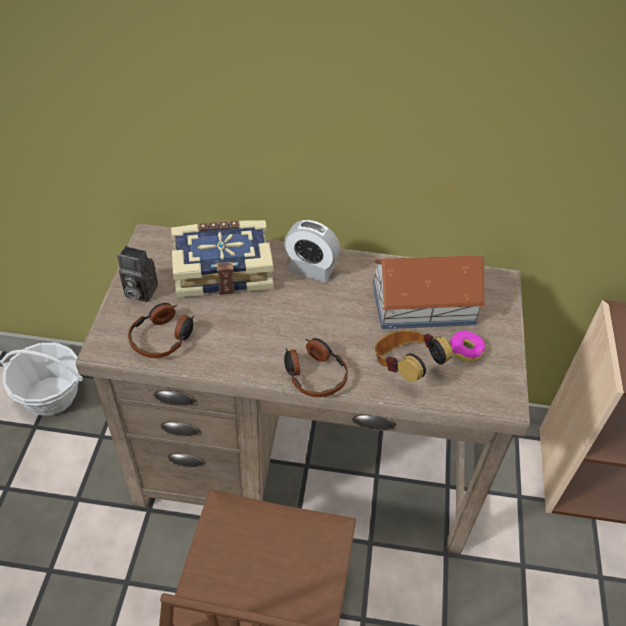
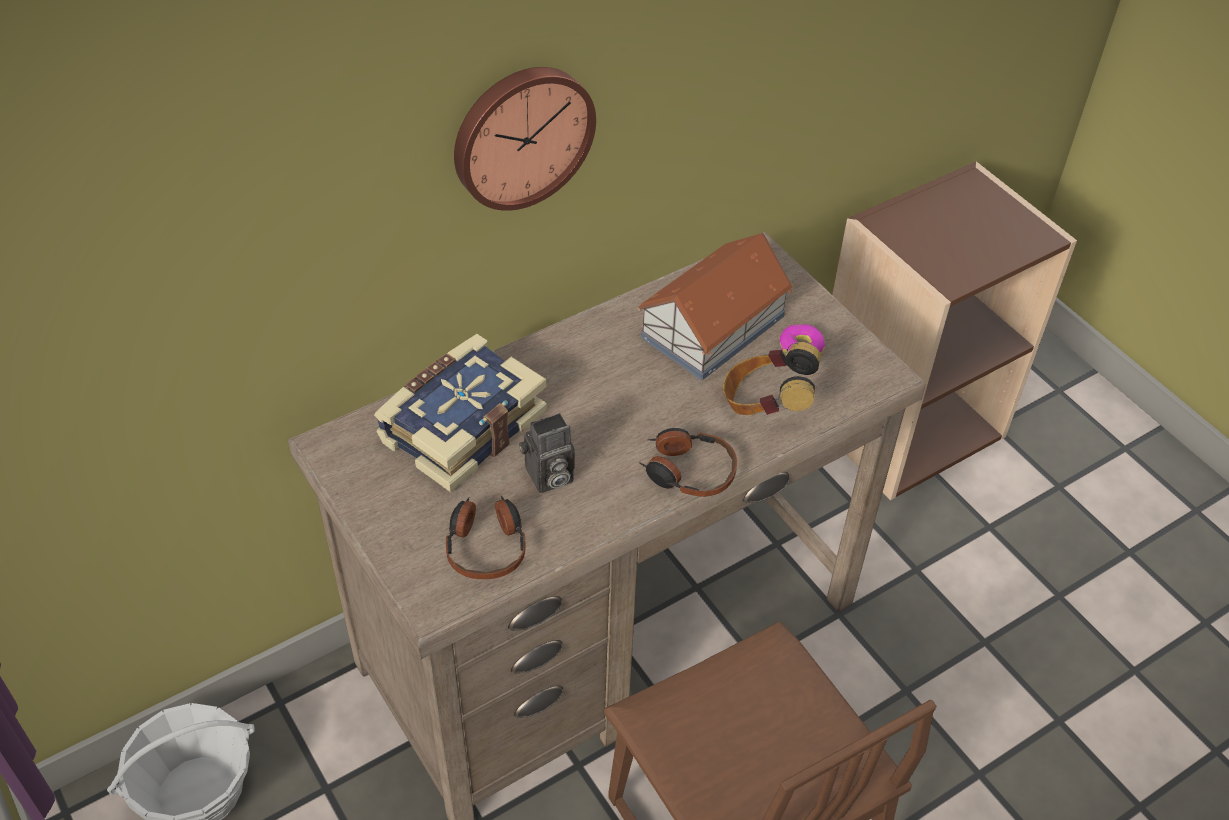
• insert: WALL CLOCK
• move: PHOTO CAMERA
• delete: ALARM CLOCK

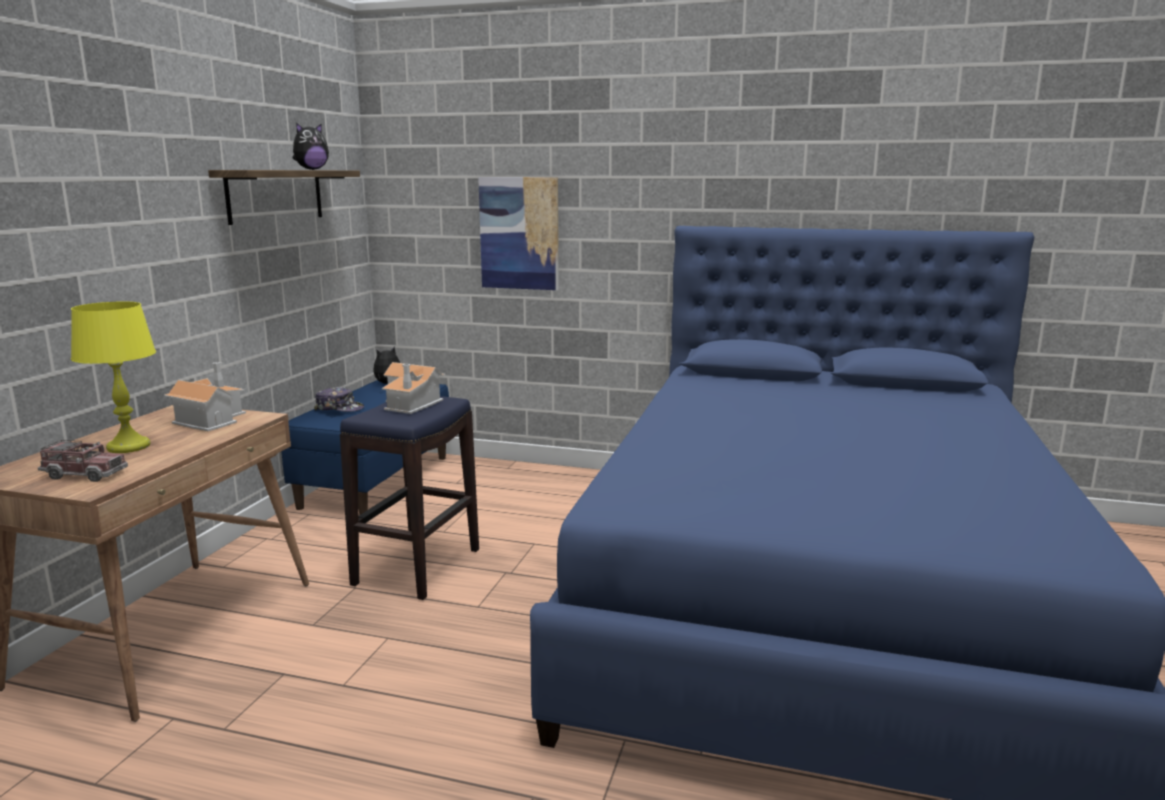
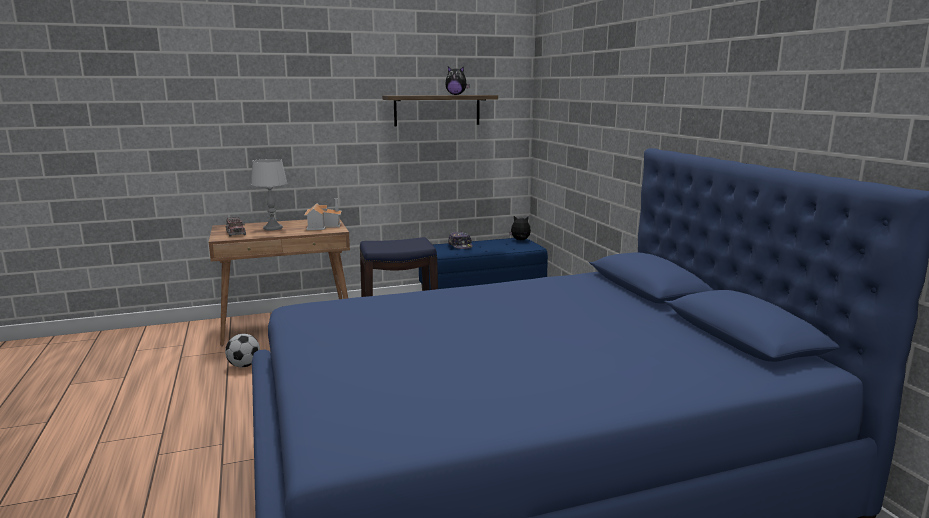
• insert: FOOTBALL
• recolor: YELLOW TABLE LAMP to GREY TABLE LAMP
• delete: TOY HOUSE (2nd from left)
• delete: PICTURE

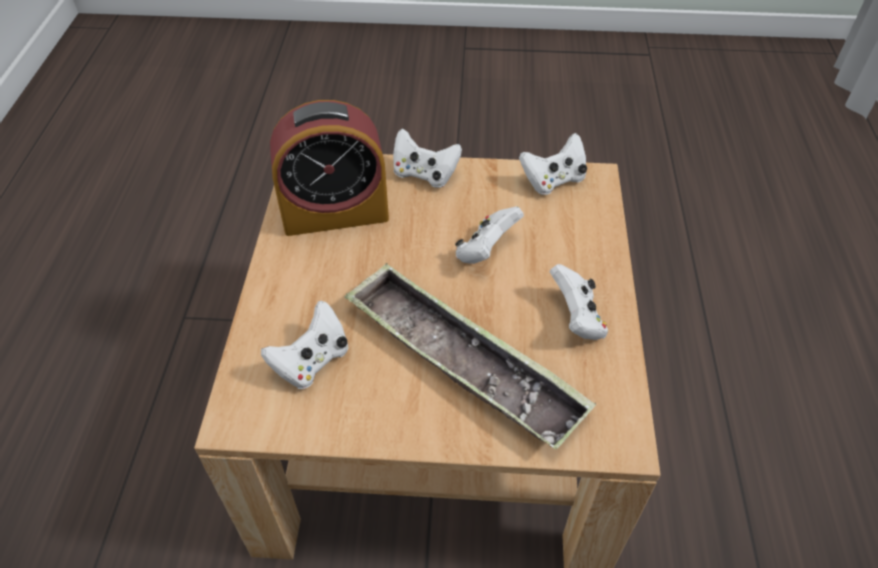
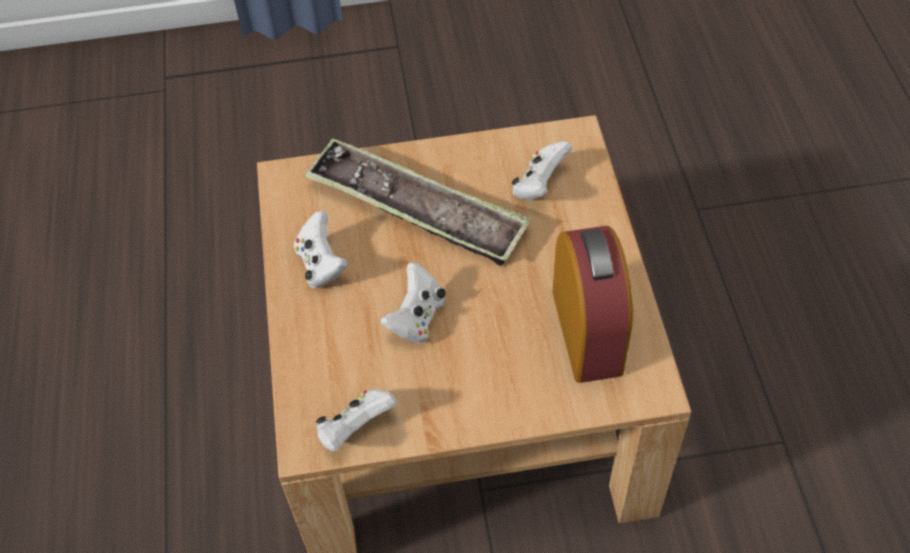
• rotate: ALARM CLOCK 105 degrees clockwise
• delete: WHITE GAME CONTROLLER (2nd from left)

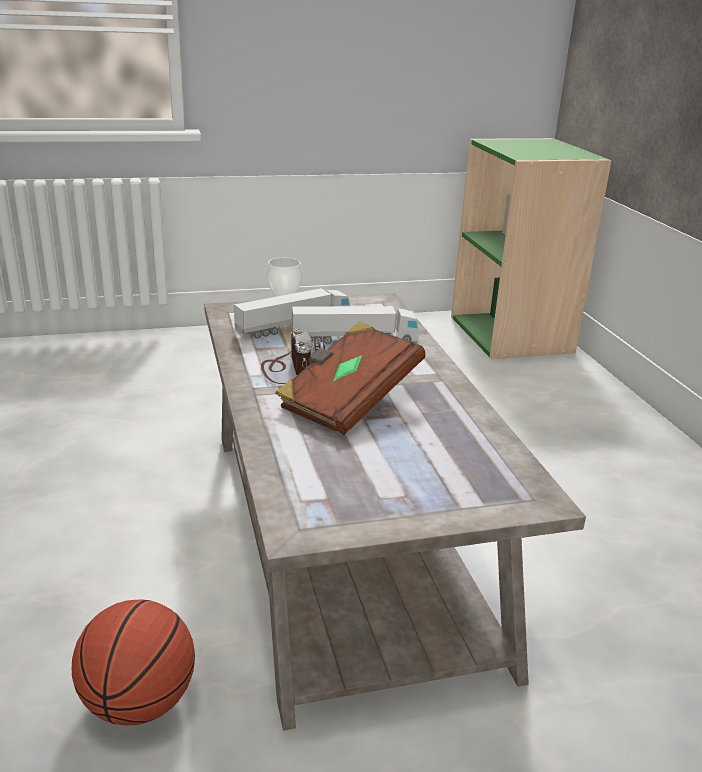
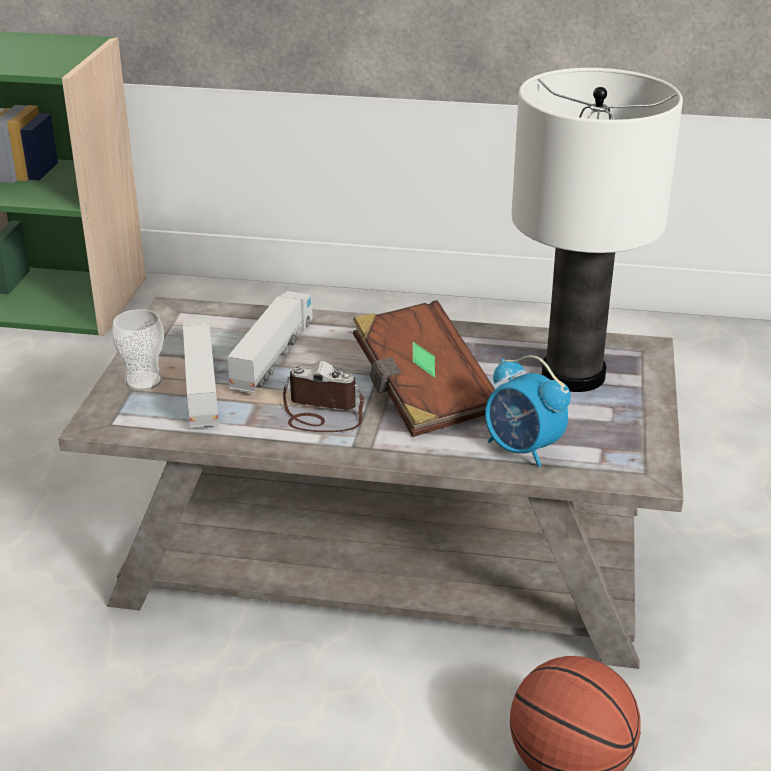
• insert: ALARM CLOCK
• insert: WHITE TABLE LAMP

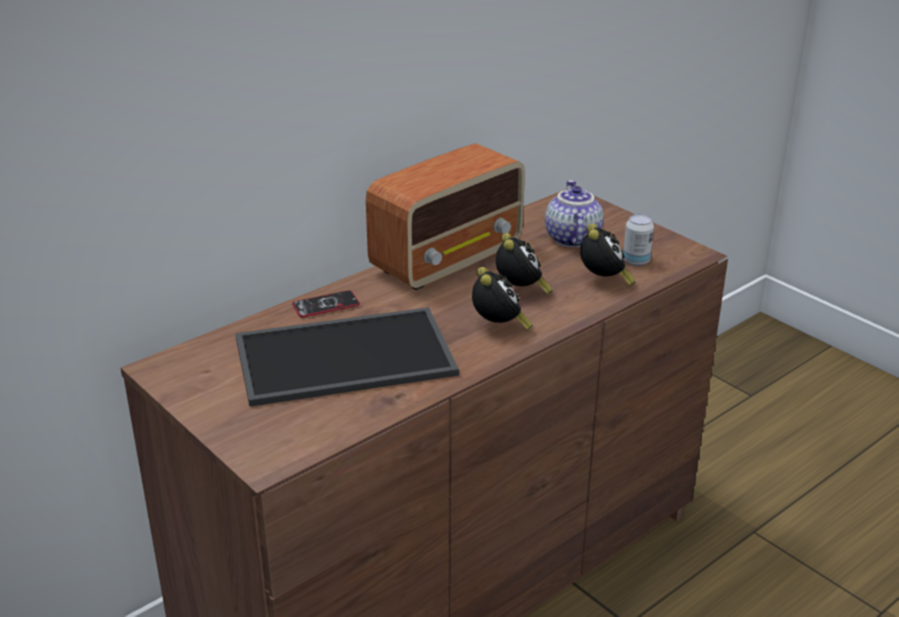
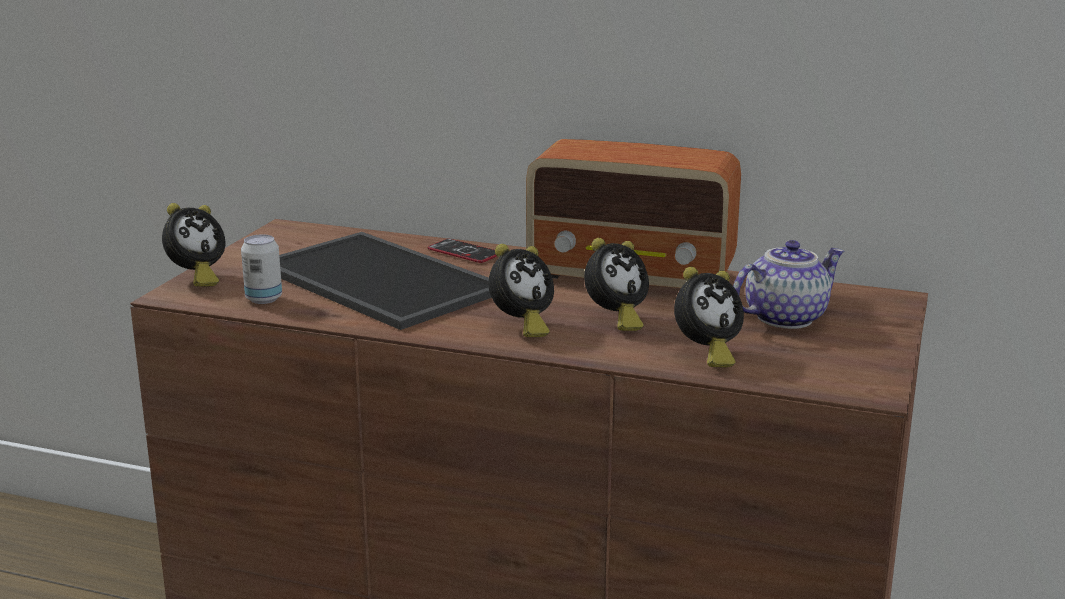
• insert: ALARM CLOCK (1st from left)
• move: CAN

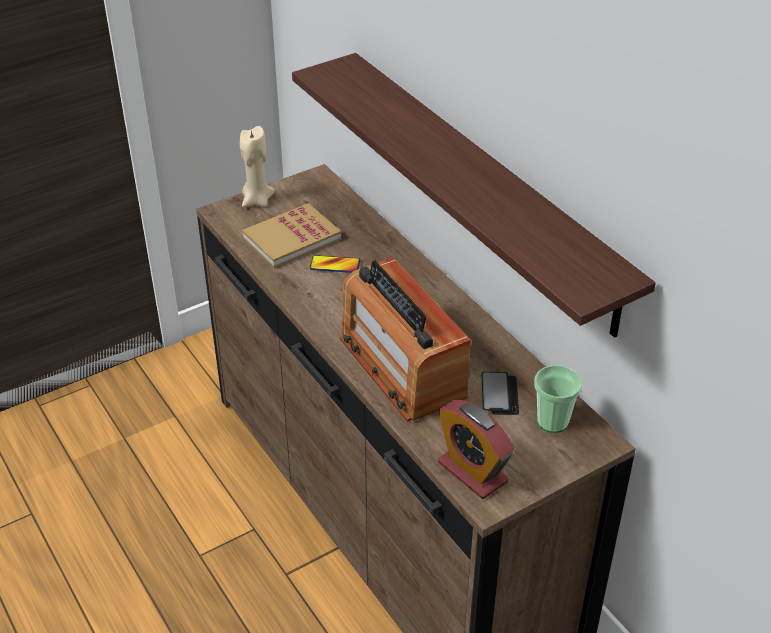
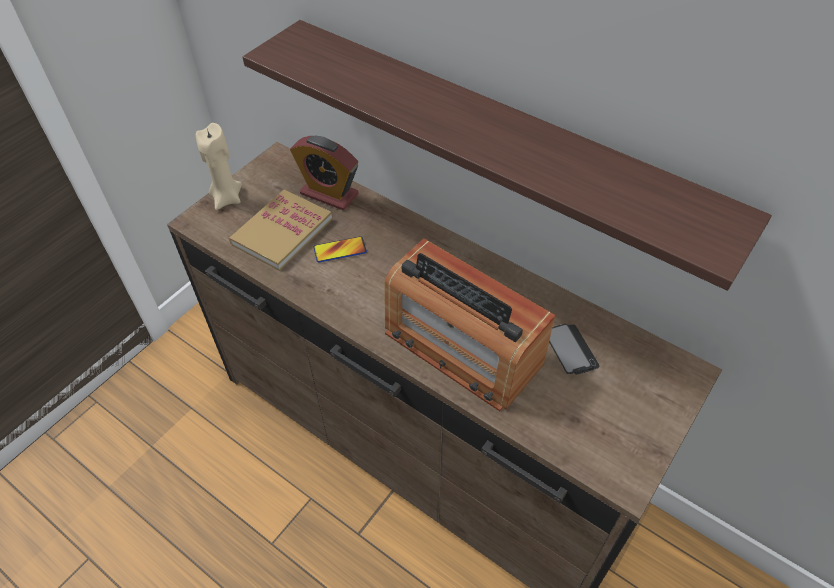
• move: ALARM CLOCK
• delete: CUP

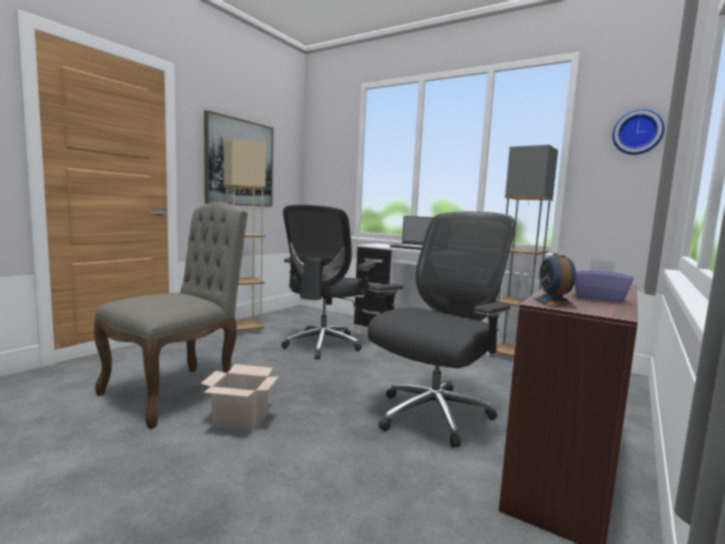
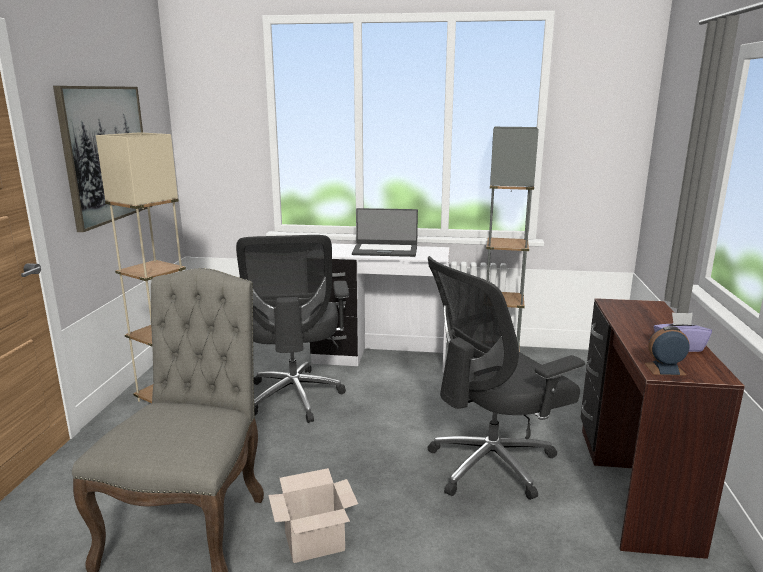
• rotate: OFFICE CHAIR (2nd from left) 135 degrees counterclockwise
• rotate: ALARM CLOCK 120 degrees clockwise
• delete: WALL CLOCK

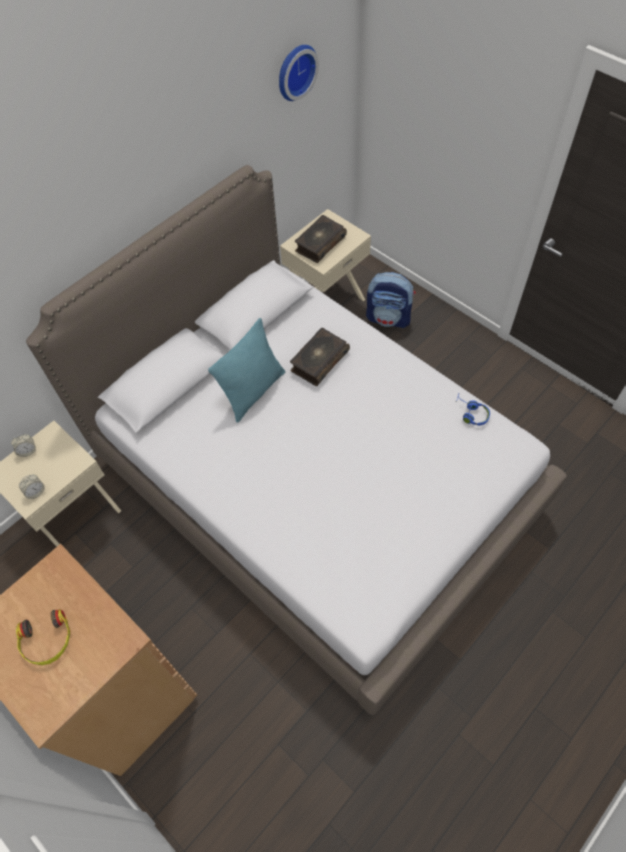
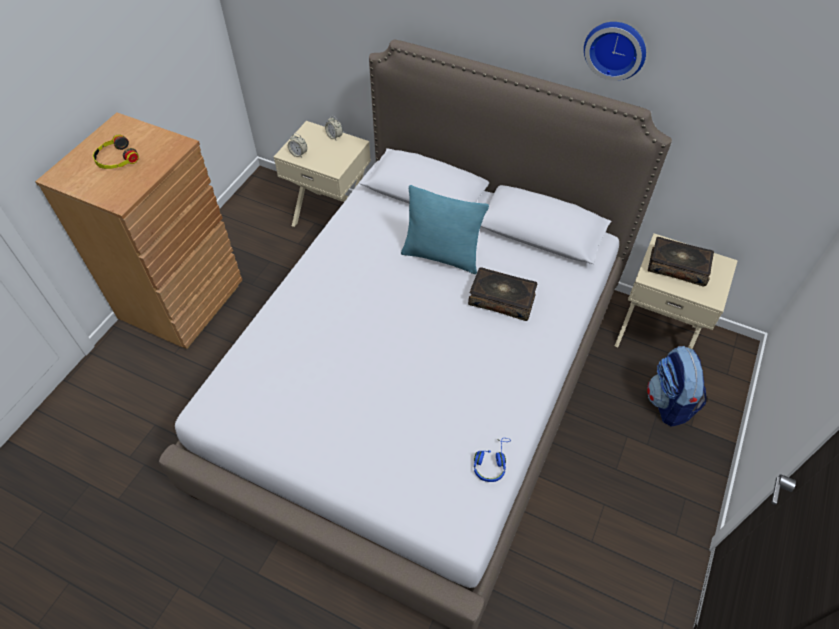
• move: WALL CLOCK

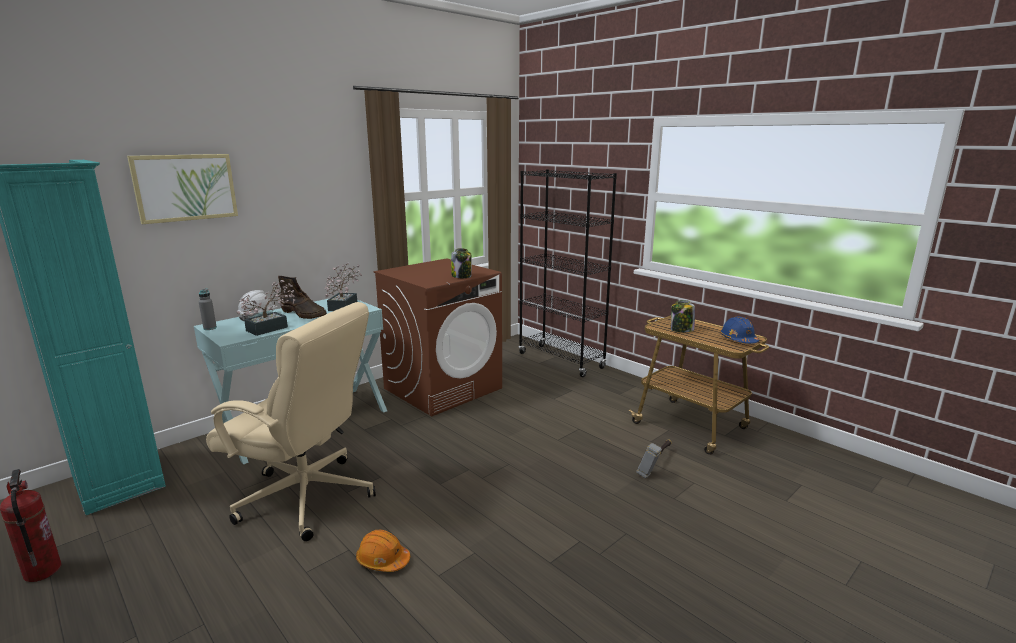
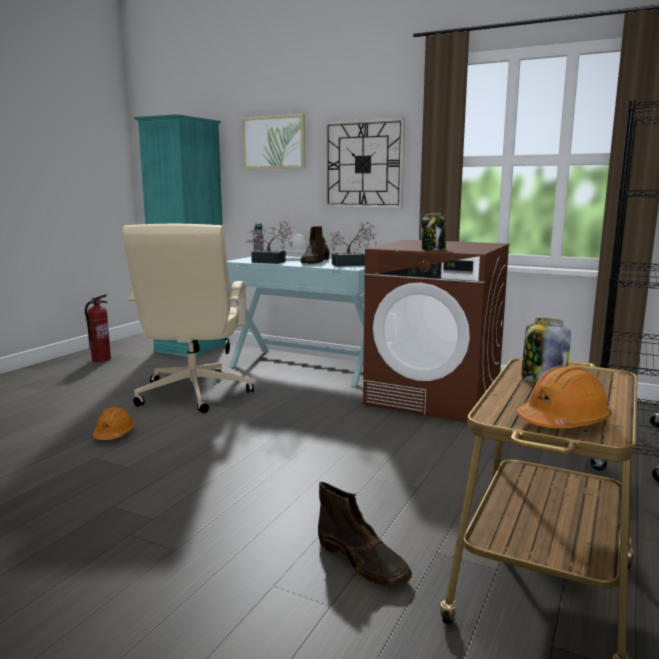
• replace: HAMMER to BROWN BOOT (2nd from left)
• insert: WALL CLOCK
• recolor: BLUE HARD HAT to ORANGE HARD HAT (2nd from left)

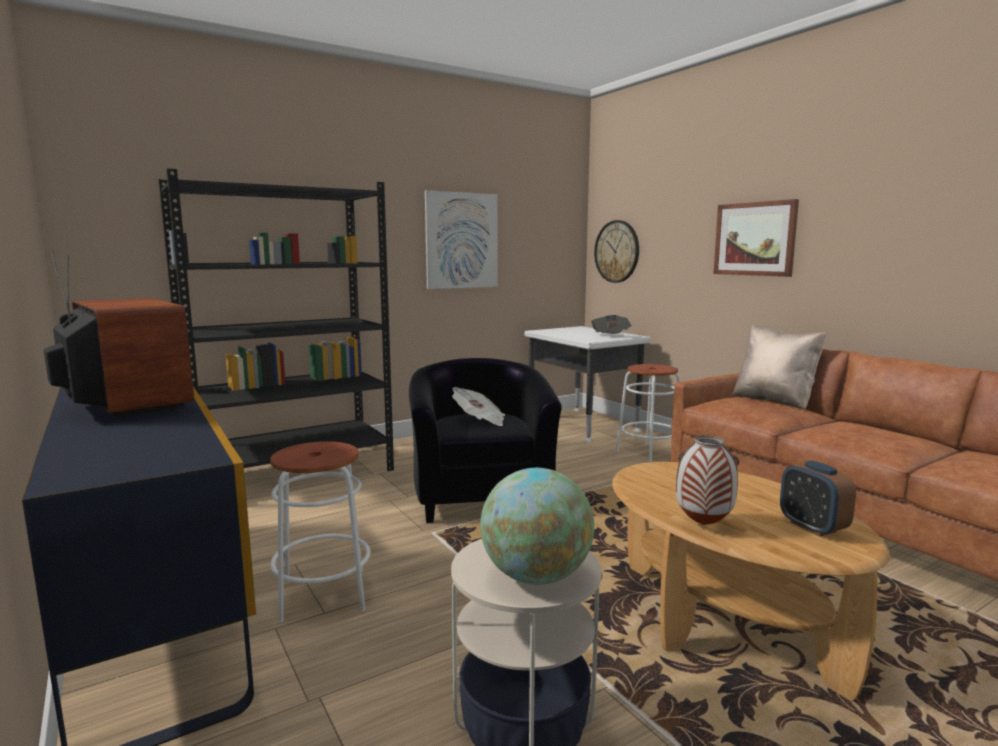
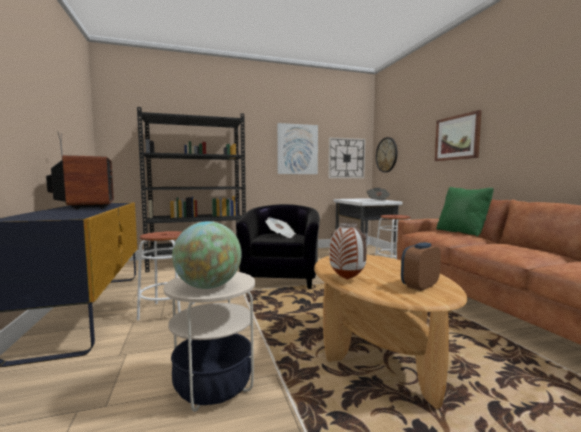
• insert: WALL CLOCK (1st from left)
• rotate: ALARM CLOCK 60 degrees clockwise
• recolor: BEIGE PILLOW to GREEN PILLOW

